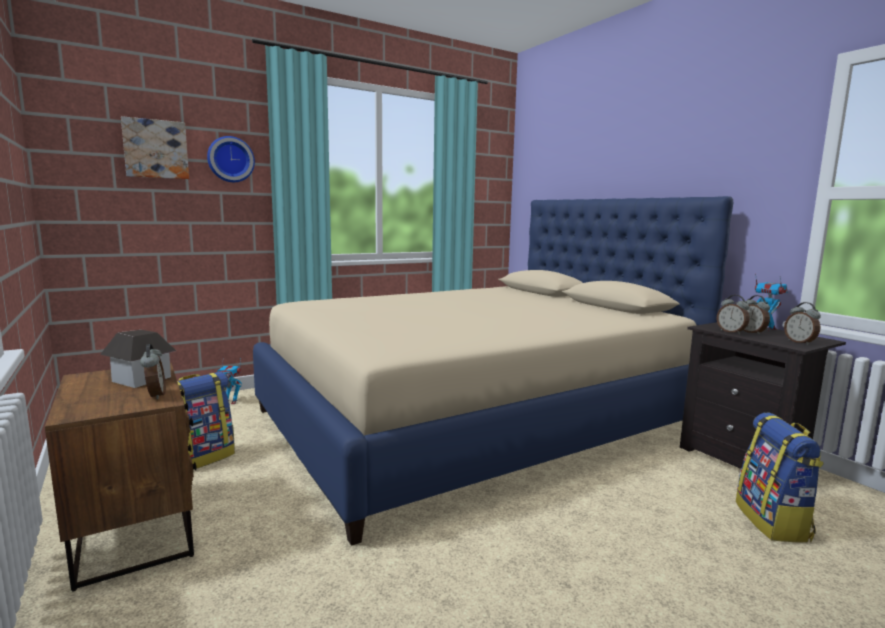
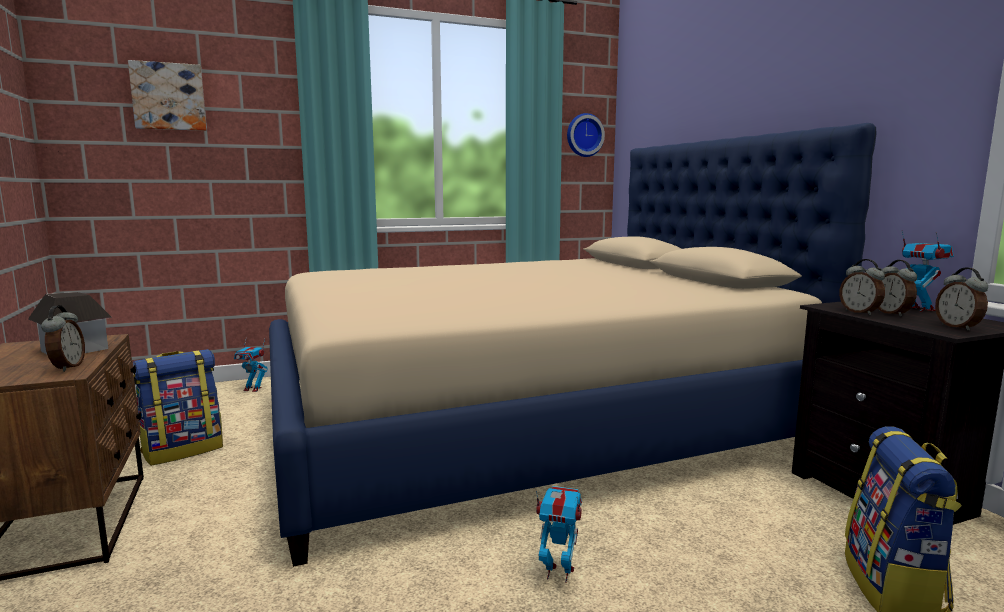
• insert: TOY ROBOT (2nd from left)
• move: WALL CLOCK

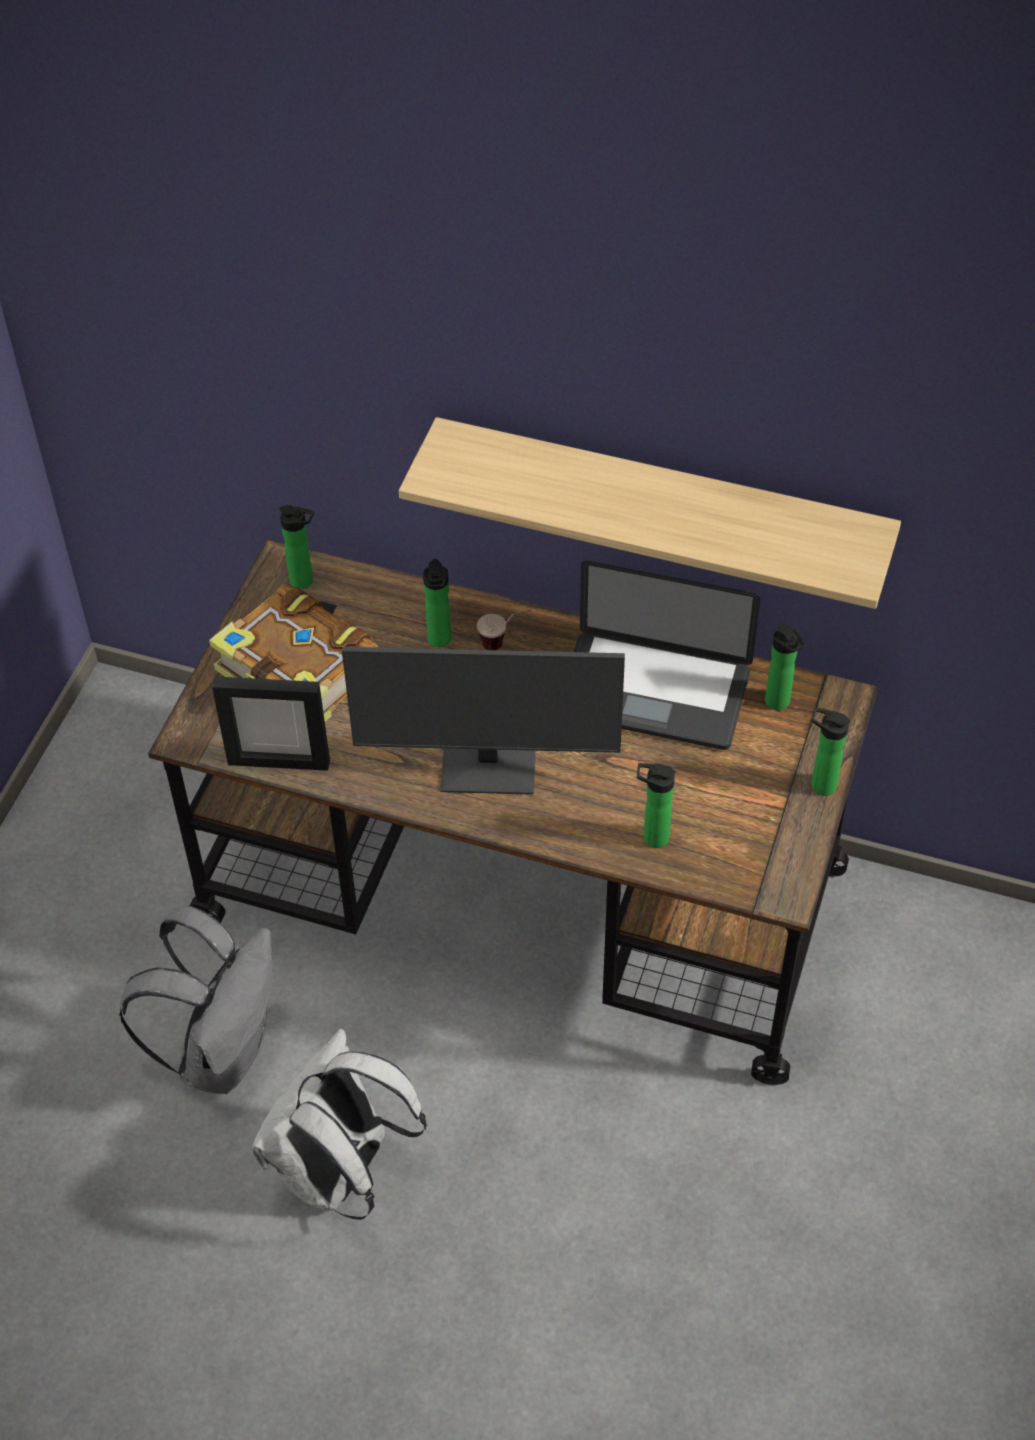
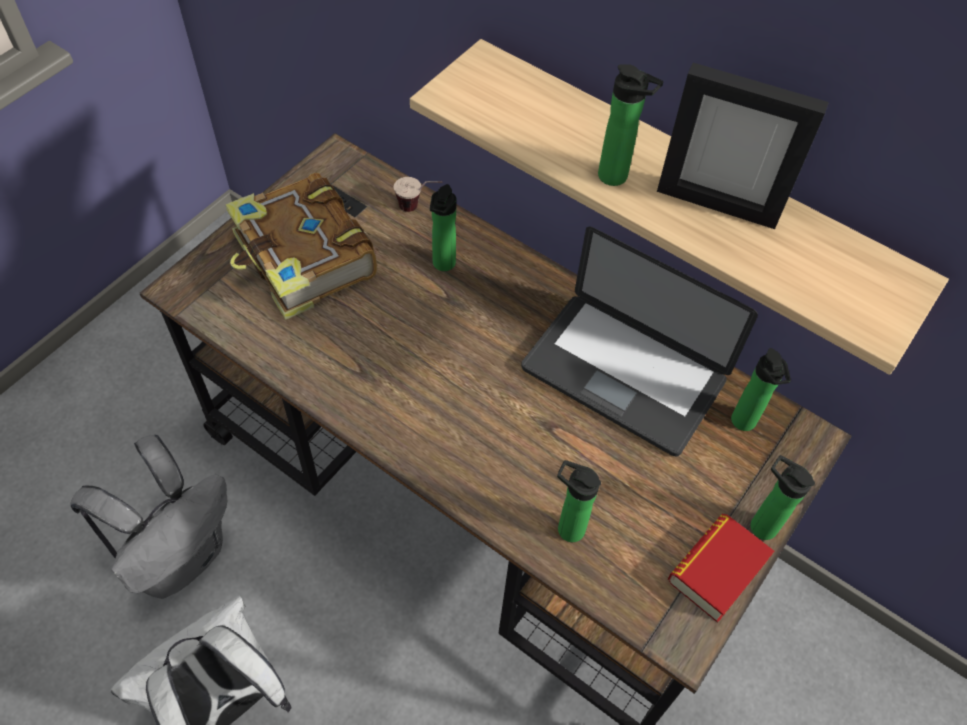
• move: CUP
• move: BOTTLE (1st from left in the first image) to BOTTLE (3rd from left)
• move: PICTURE FRAME
• insert: BOOK (2nd from left)
• delete: MONITOR

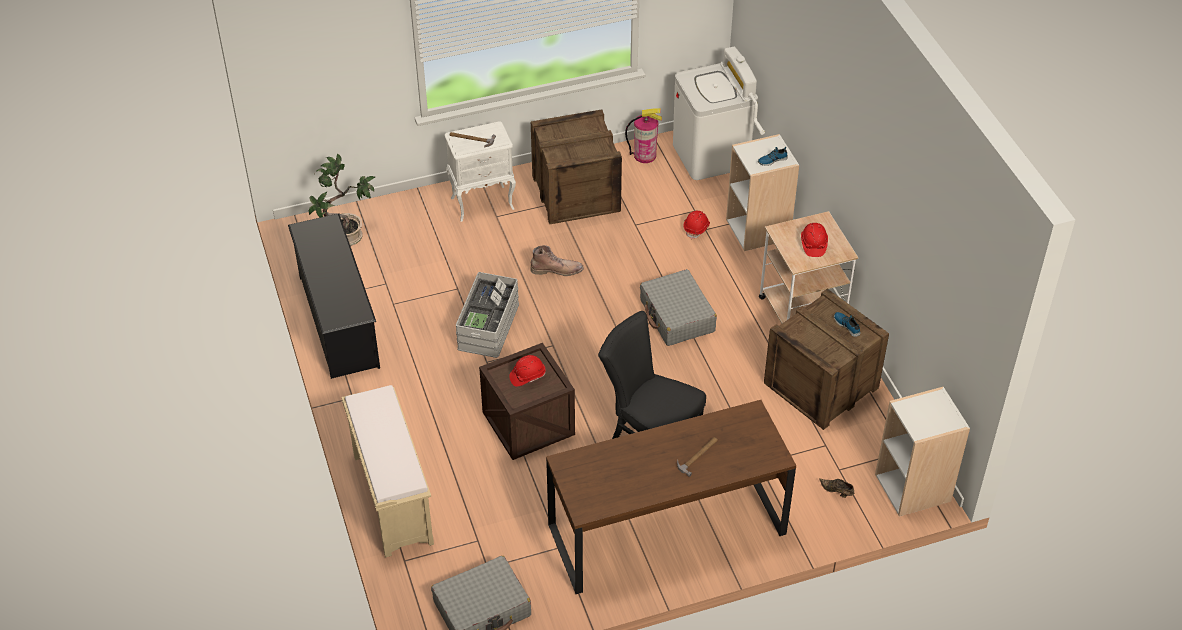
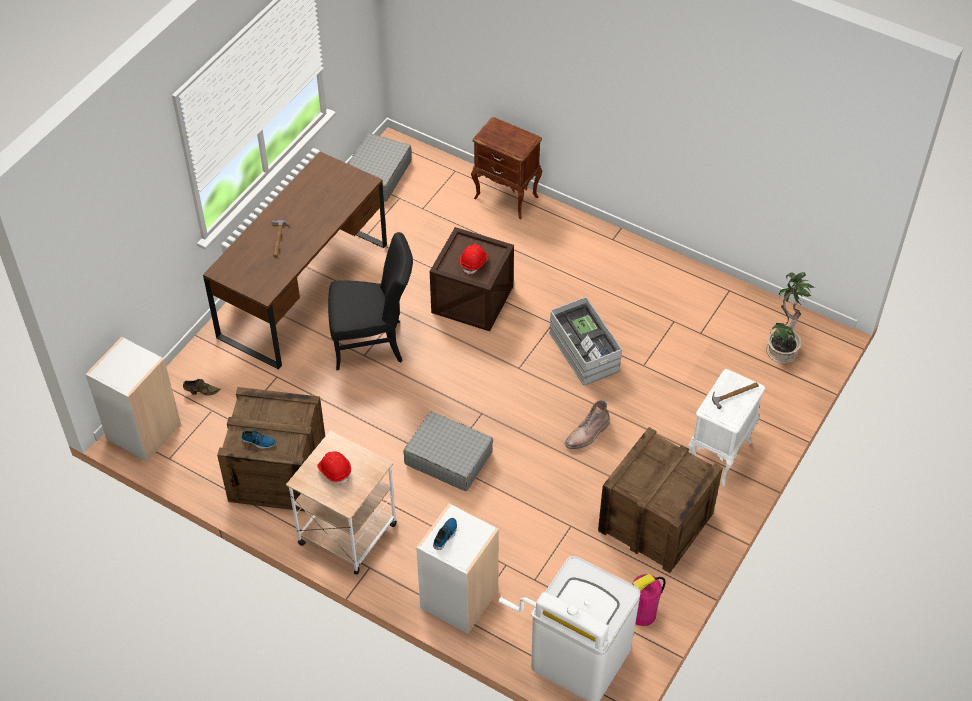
• replace: BEIGE BENCH to BROWN NIGHTSTAND
• delete: BLACK SHOE RACK
• delete: RED HARD HAT (2nd from left)

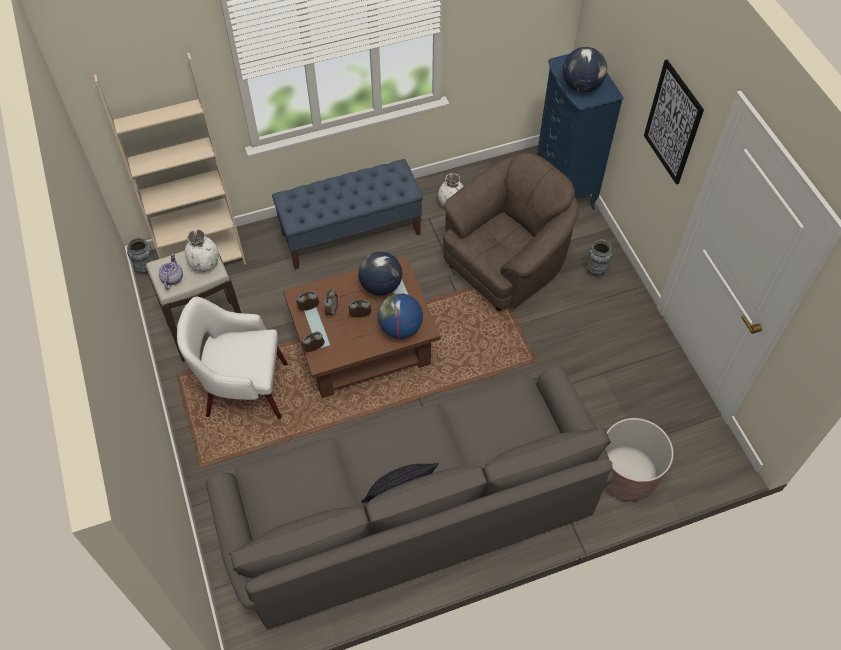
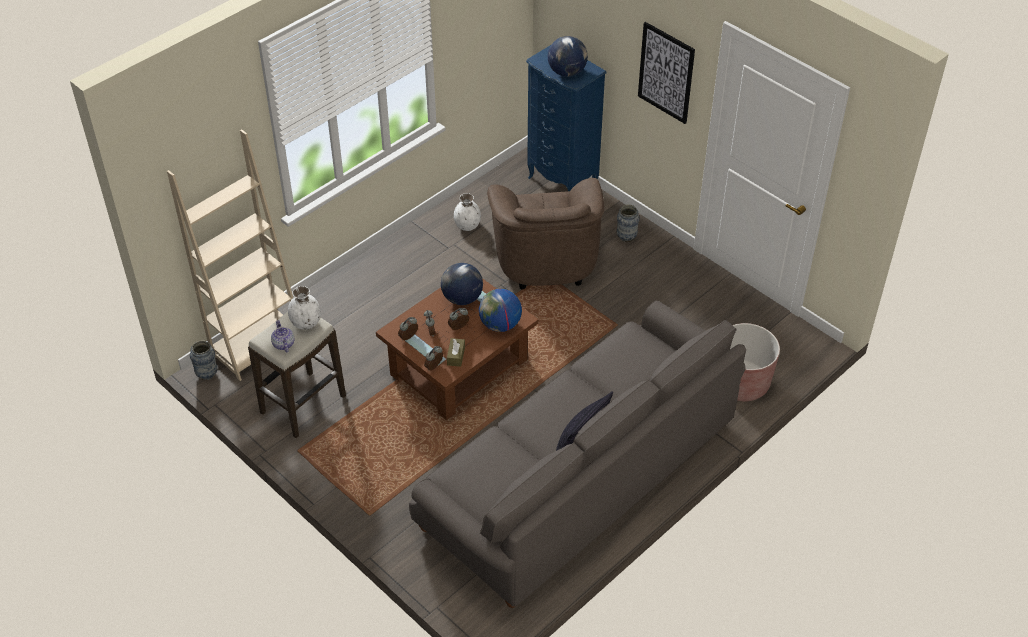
• insert: BROWN TISSUE BOX
• rotate: BROWN ARMCHAIR 150 degrees clockwise
• delete: WHITE ARMCHAIR
• delete: BLUE BENCH

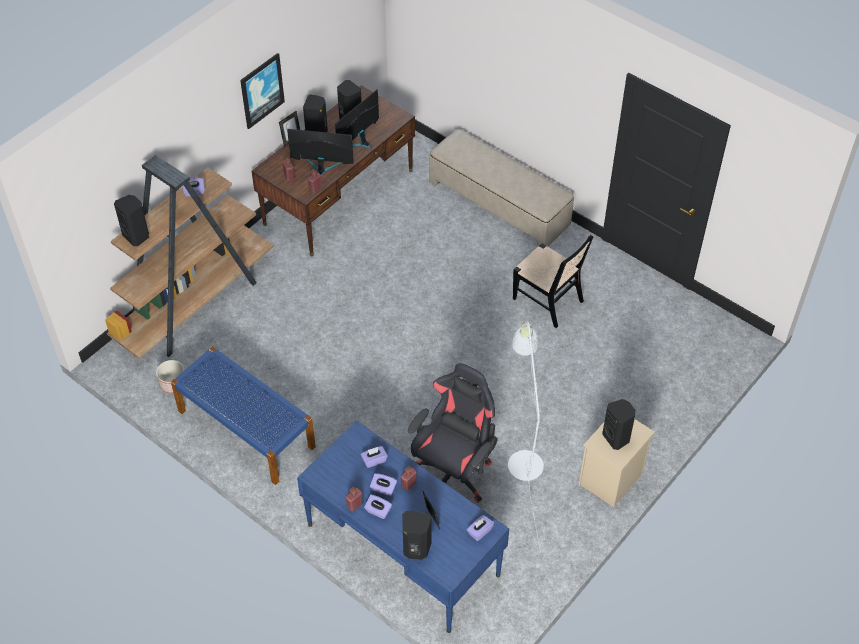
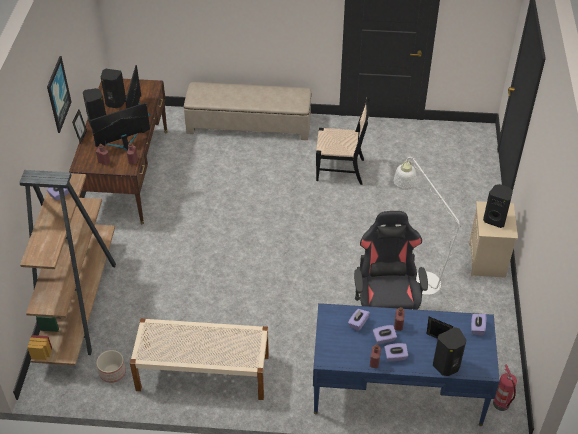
• recolor: BLUE BENCH to BEIGE BENCH (1st from left)
• insert: FIRE EXTINGUISHER
• delete: BLACK SPEAKER (1st from left)

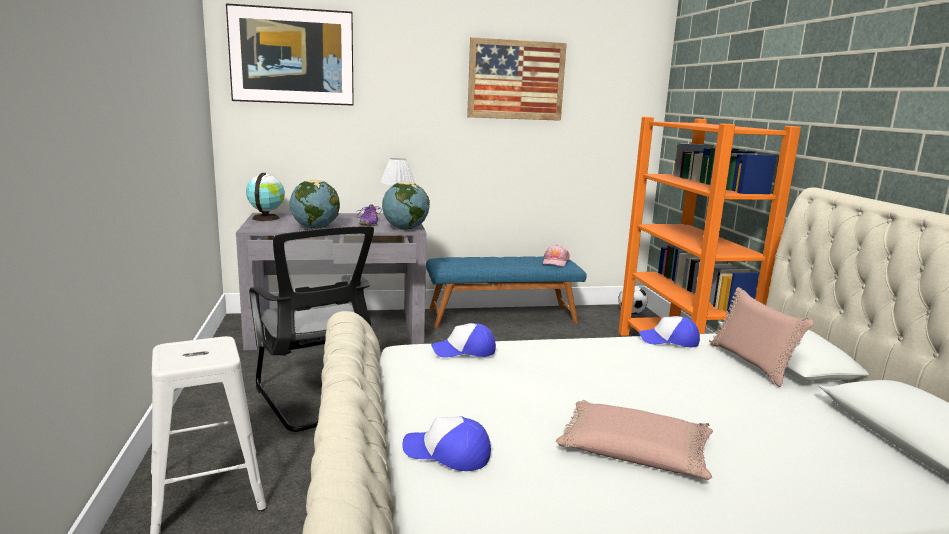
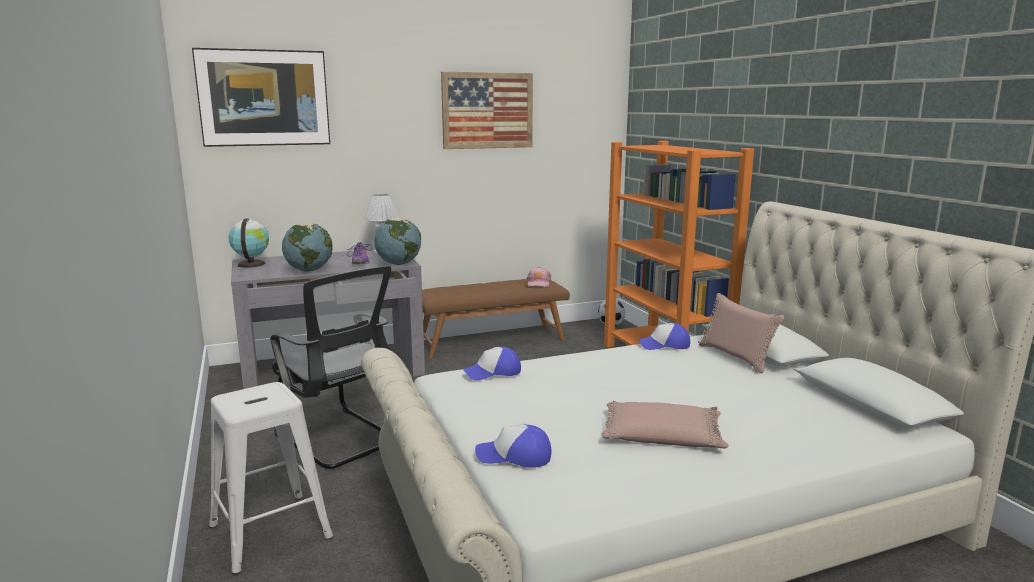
• recolor: BLUE BENCH to BROWN BENCH

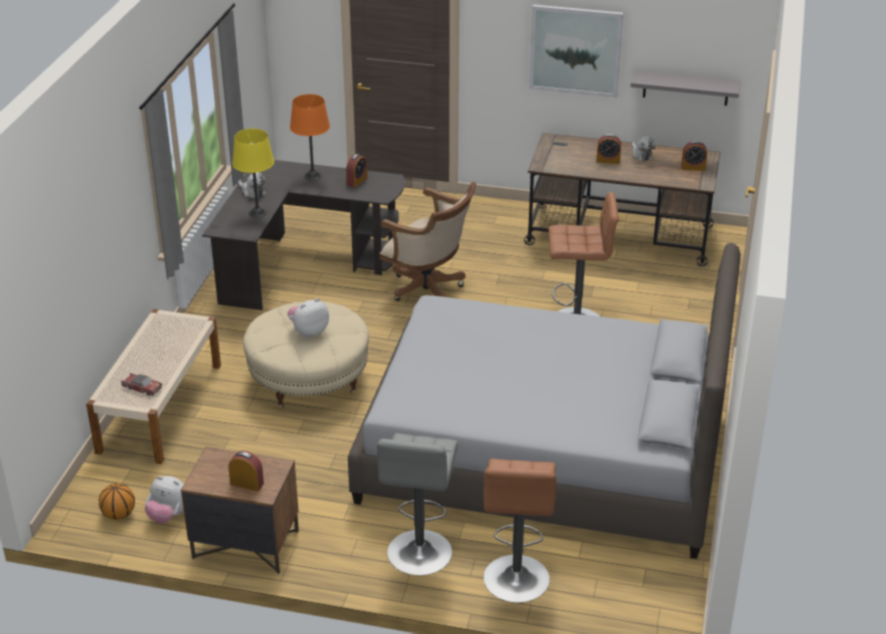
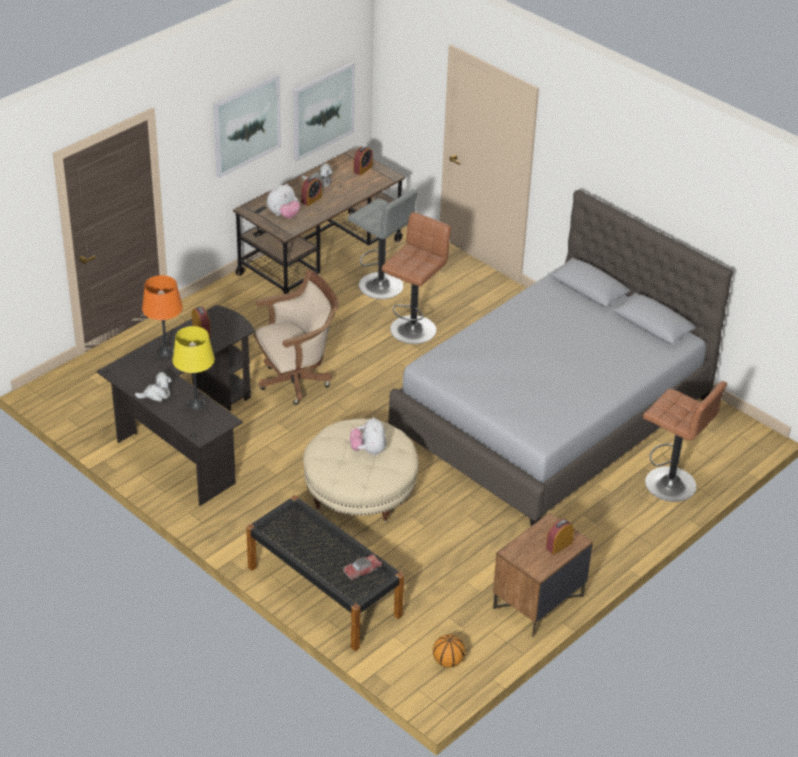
• recolor: BEIGE BENCH to BLACK BENCH
• move: PLUSH TOY (1st from left in the first image) to PLUSH TOY (2nd from left)
• replace: GREY SHELF to PICTURE (2nd from left)
• move: GREY STOOL

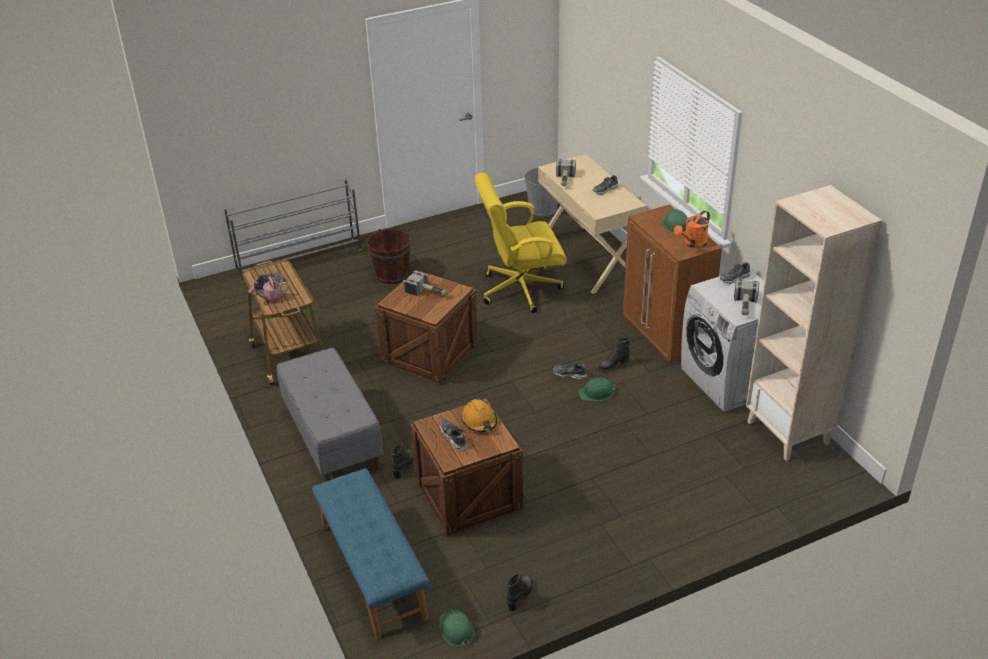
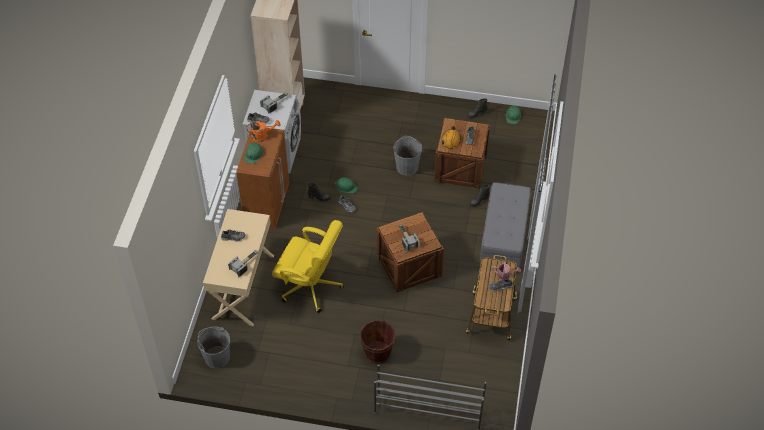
• insert: GREY BUCKET (2nd from left)
• delete: BLUE BENCH

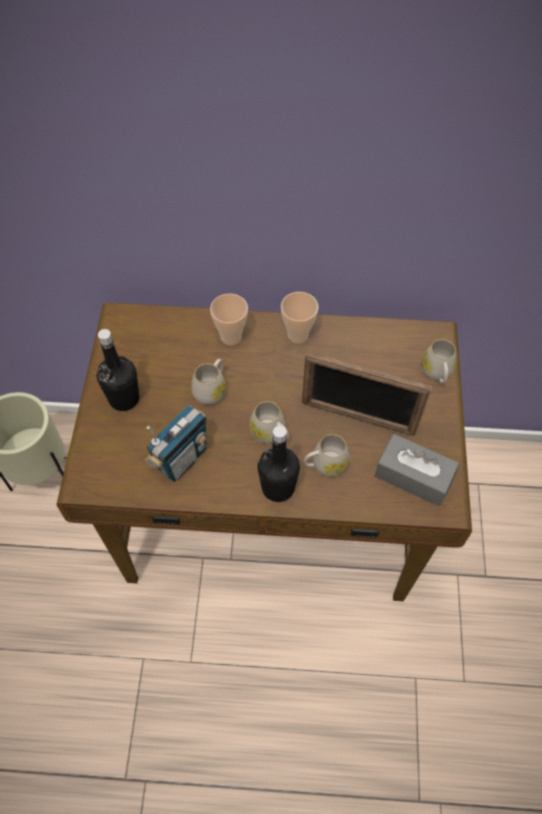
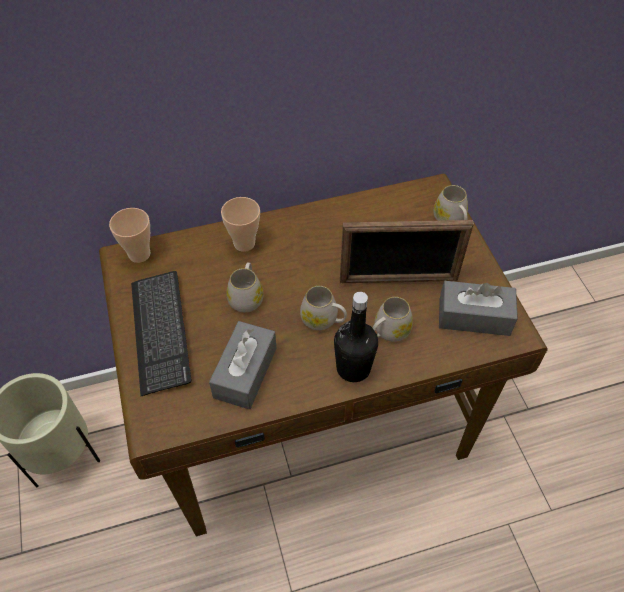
• move: CUP (2nd from left in the first image) to CUP (1st from left)
• replace: BLACK BOTTLE (1st from left) to KEYBOARD
• replace: RADIO to GREY TISSUE BOX (1st from left)

